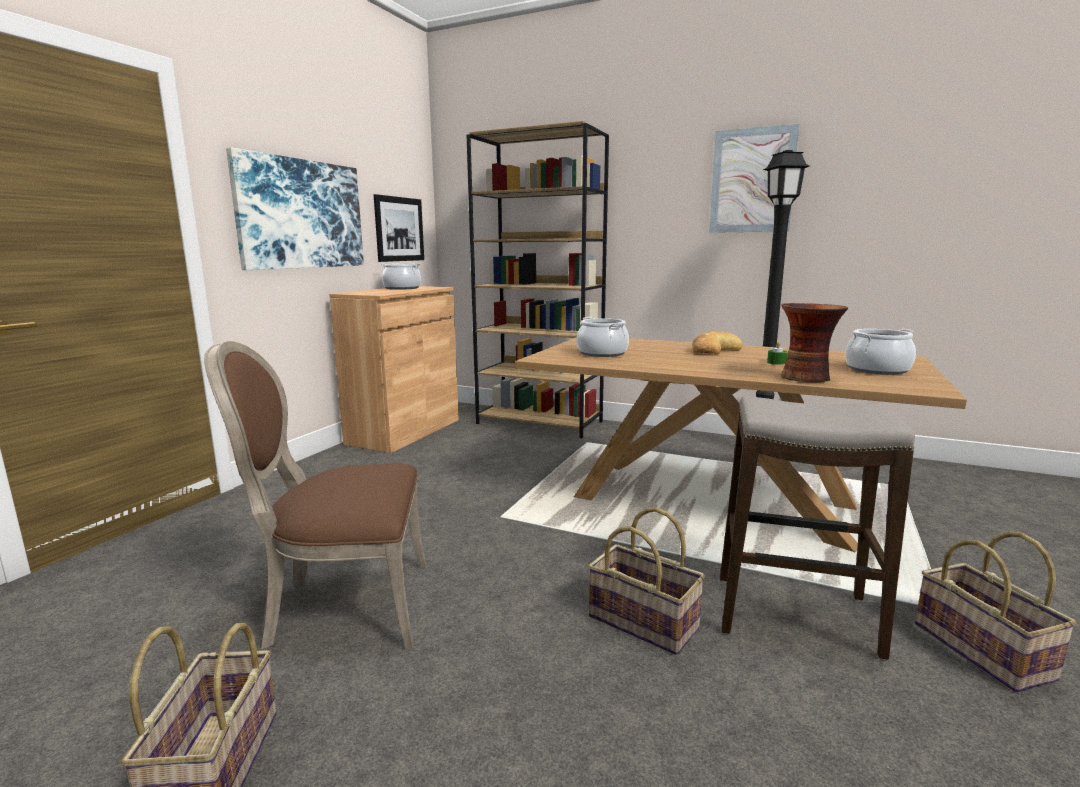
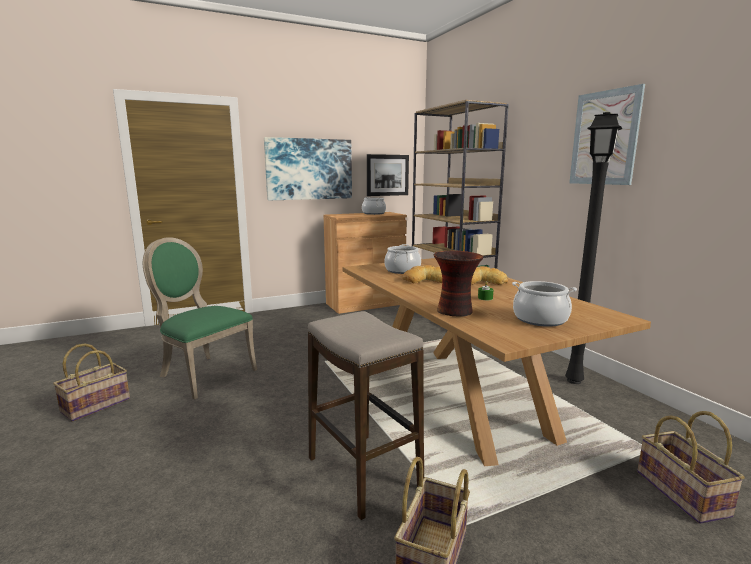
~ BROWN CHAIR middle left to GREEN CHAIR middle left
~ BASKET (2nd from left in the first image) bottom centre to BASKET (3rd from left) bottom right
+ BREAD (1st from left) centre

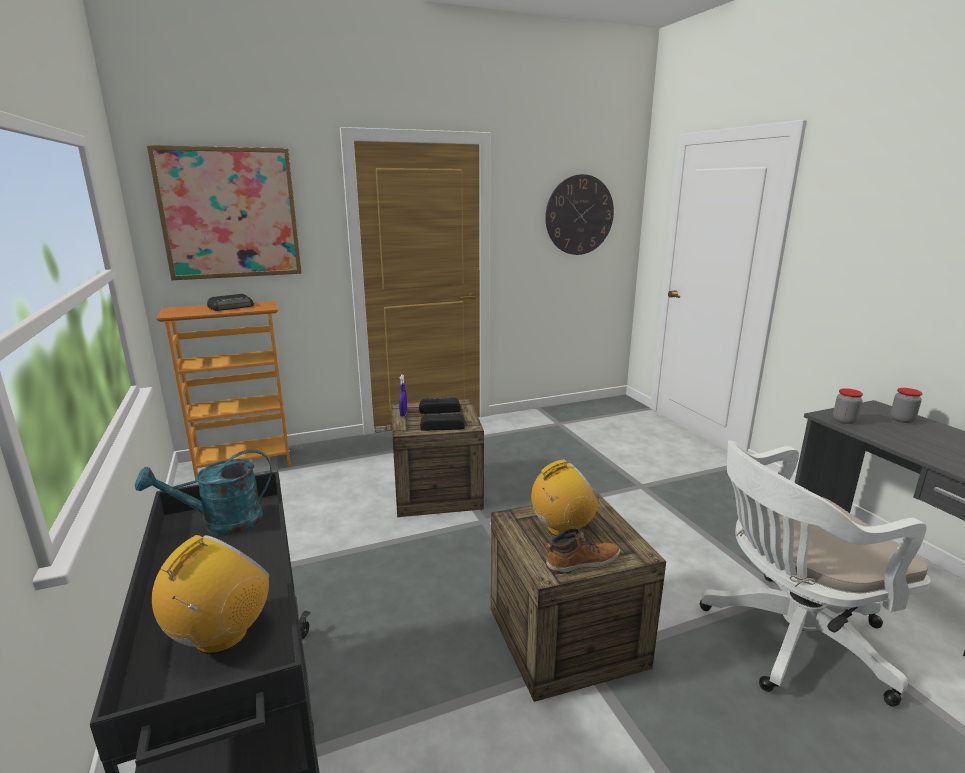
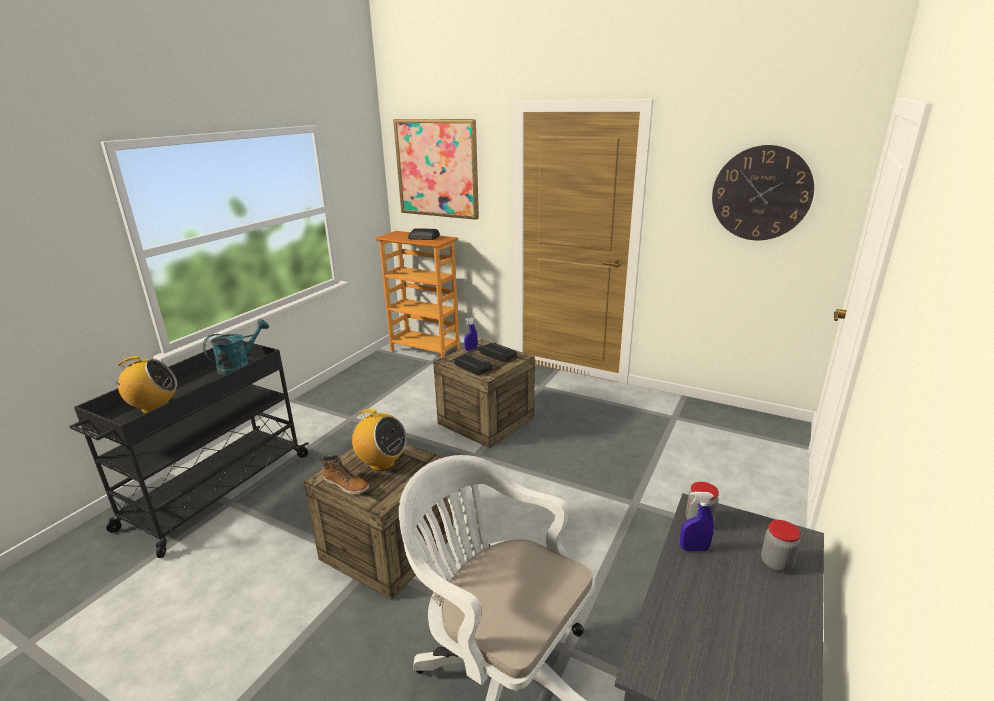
~ TURQUOISE WATERING CAN middle left = middle left 105 degrees clockwise
+ BLUE SPRAY BOTTLE (2nd from left) bottom right

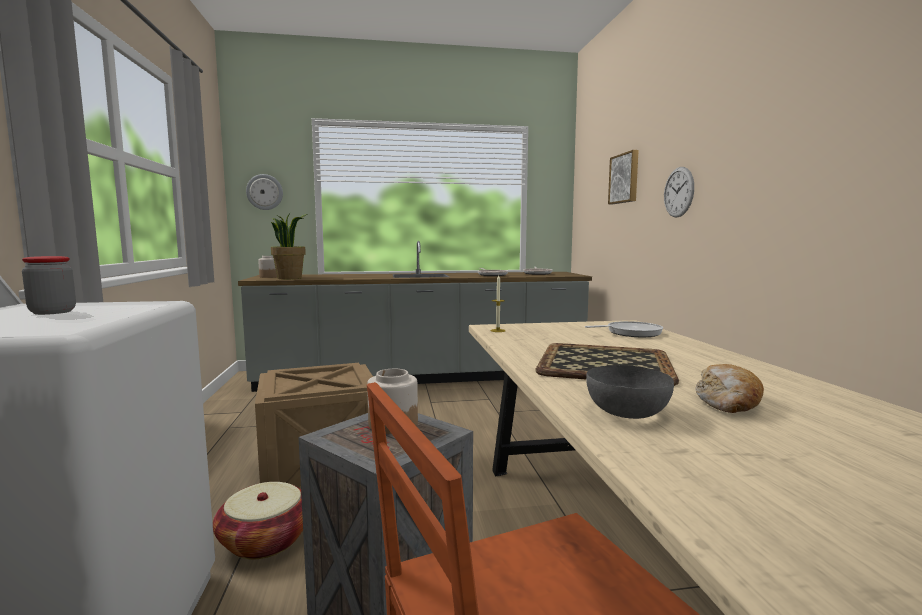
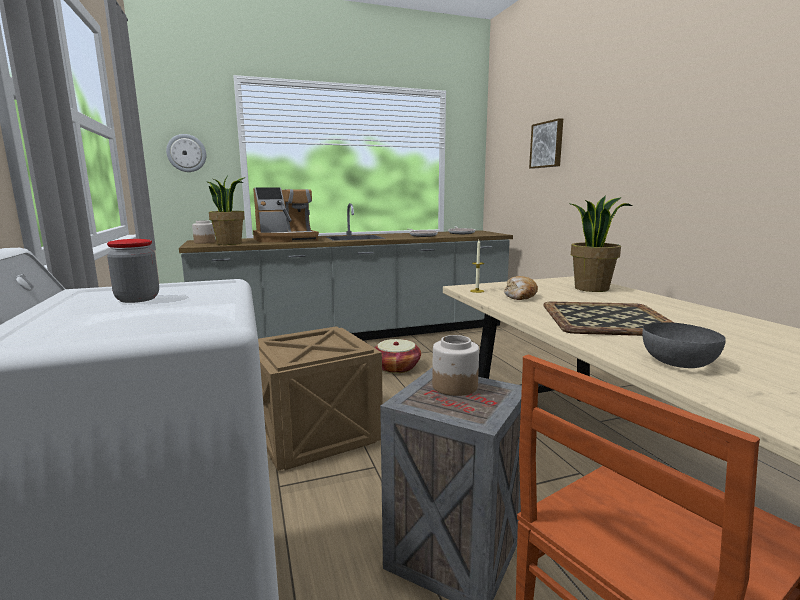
~ BASKET bottom left to centre
~ FRYING PAN (3rd from left) middle right to POTTED PLANT (2nd from left) middle right
- WALL CLOCK (2nd from left) top right
~ BREAD middle right to centre
+ COFFEE MACHINE centre

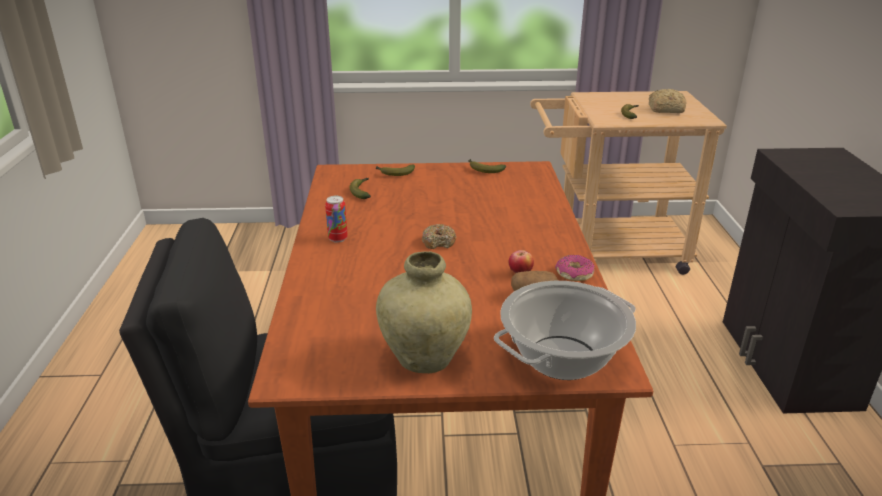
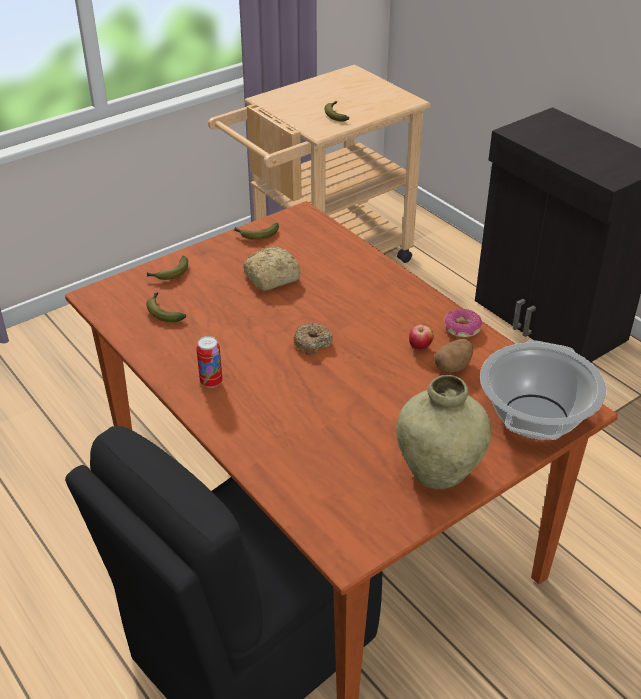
~ BREAD top right to centre

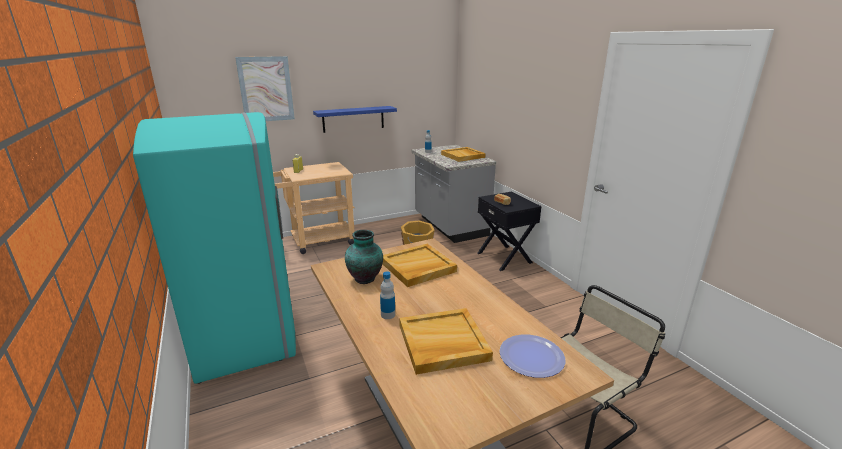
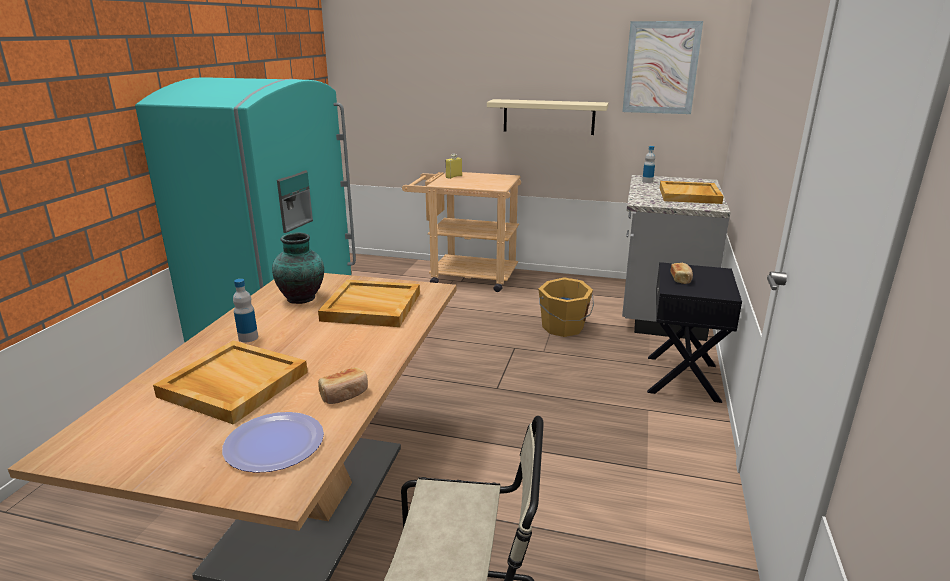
~ PICTURE top left to top right
~ BLUE SHELF top centre to BEIGE SHELF top centre
+ BREAD (1st from left) centre

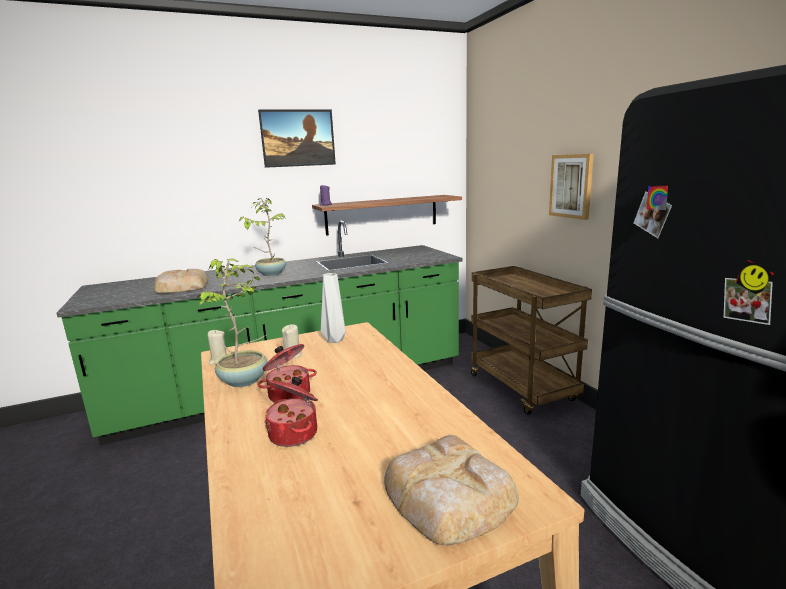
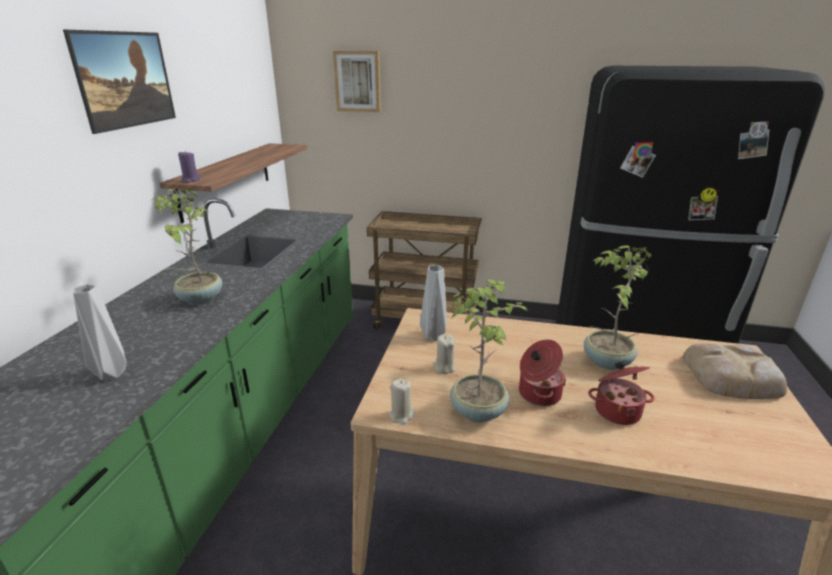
~ BREAD (1st from left) middle left to GREY VASE (1st from left) middle left
~ PICTURE (2nd from left) top right to top centre
+ POTTED PLANT (3rd from left) middle right

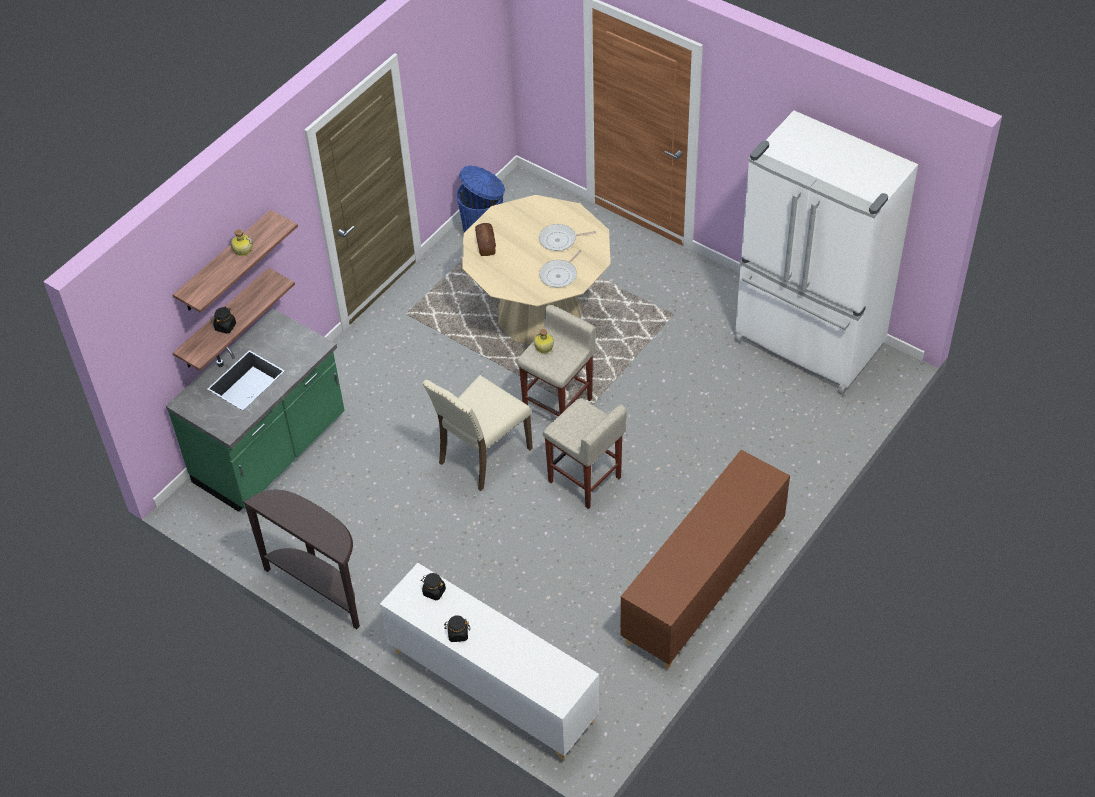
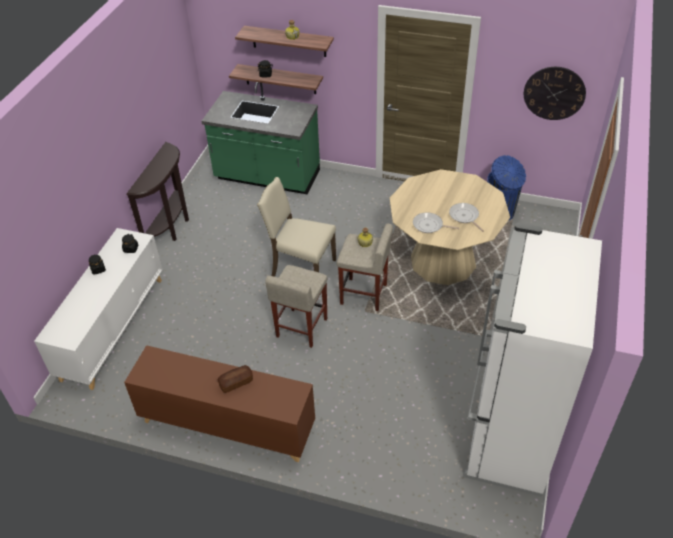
~ BREAD top centre to bottom centre
+ WALL CLOCK top right

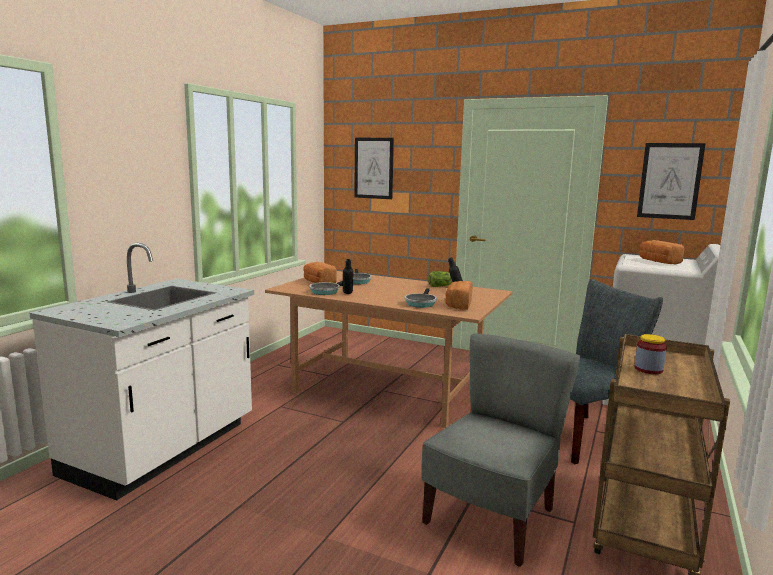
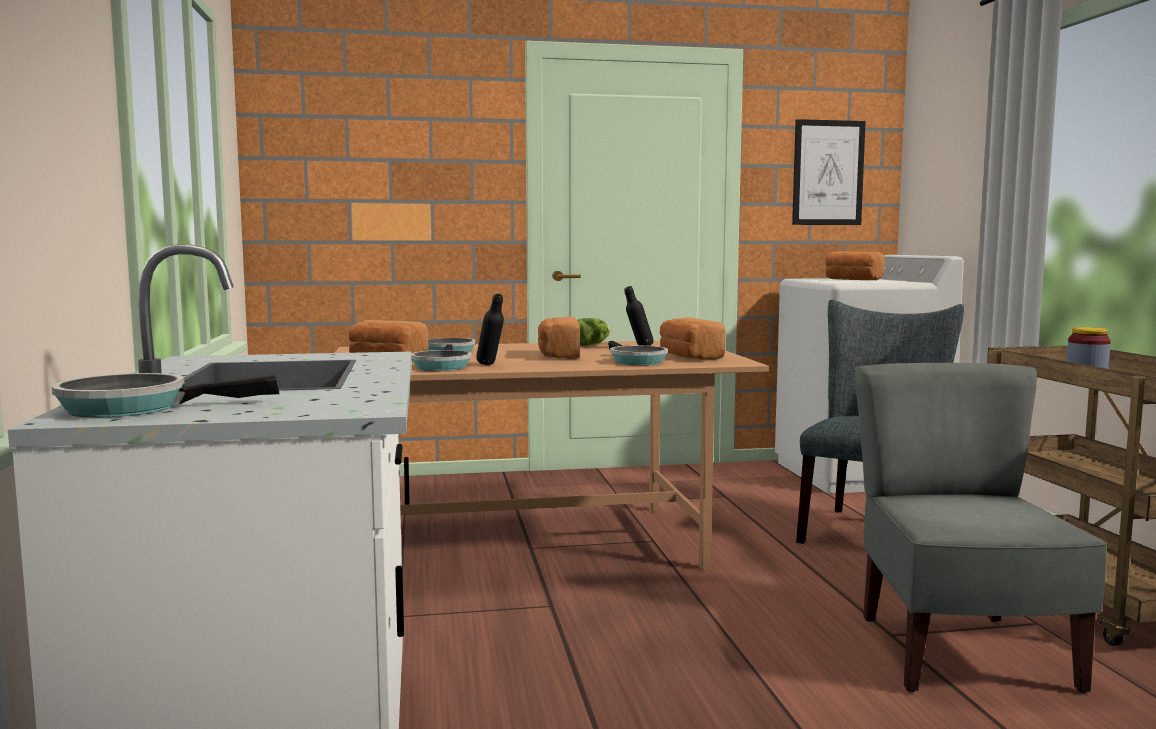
- PICTURE (1st from left) top centre
+ FRYING PAN (1st from left) middle left
+ BREAD (2nd from left) centre

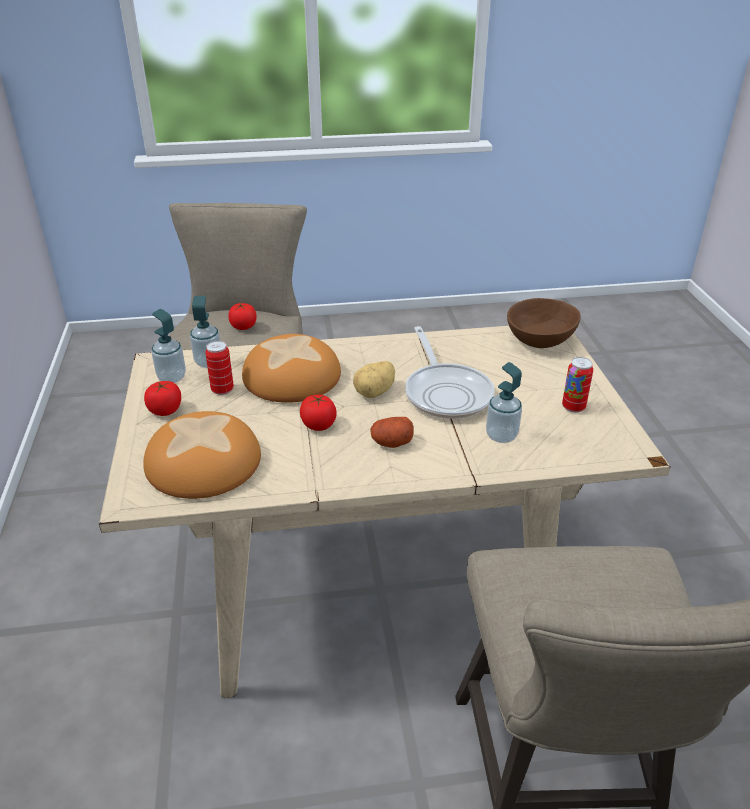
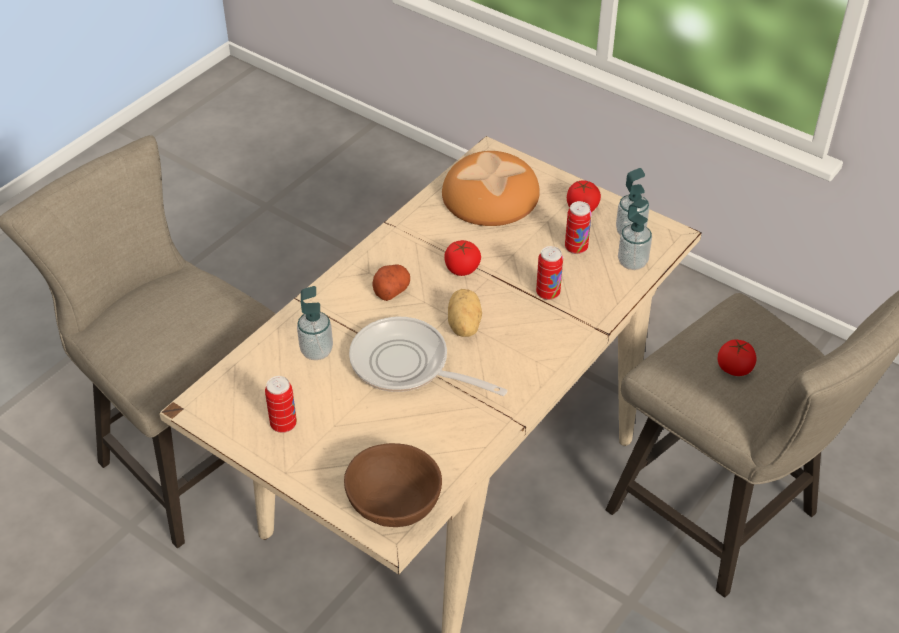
~ BREAD (2nd from left) centre to CAN (2nd from left) centre

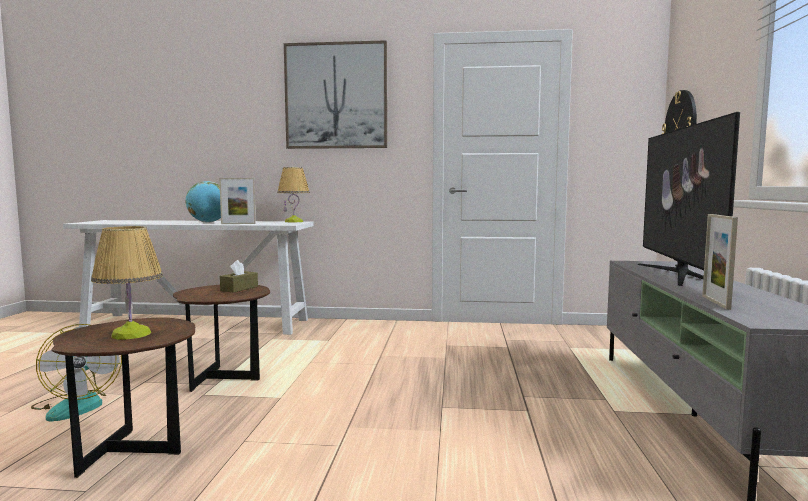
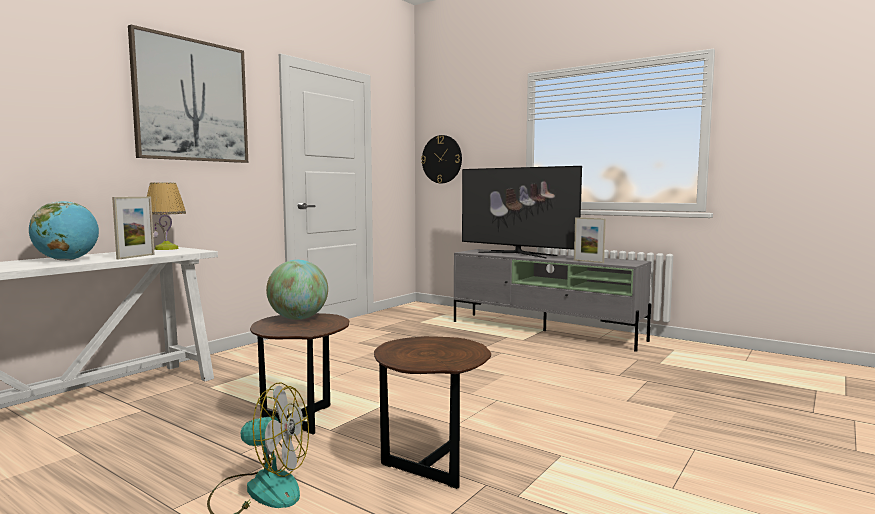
- TABLE LAMP (1st from left) middle left
~ BROWN TISSUE BOX middle left to GLOBE (2nd from left) centre

